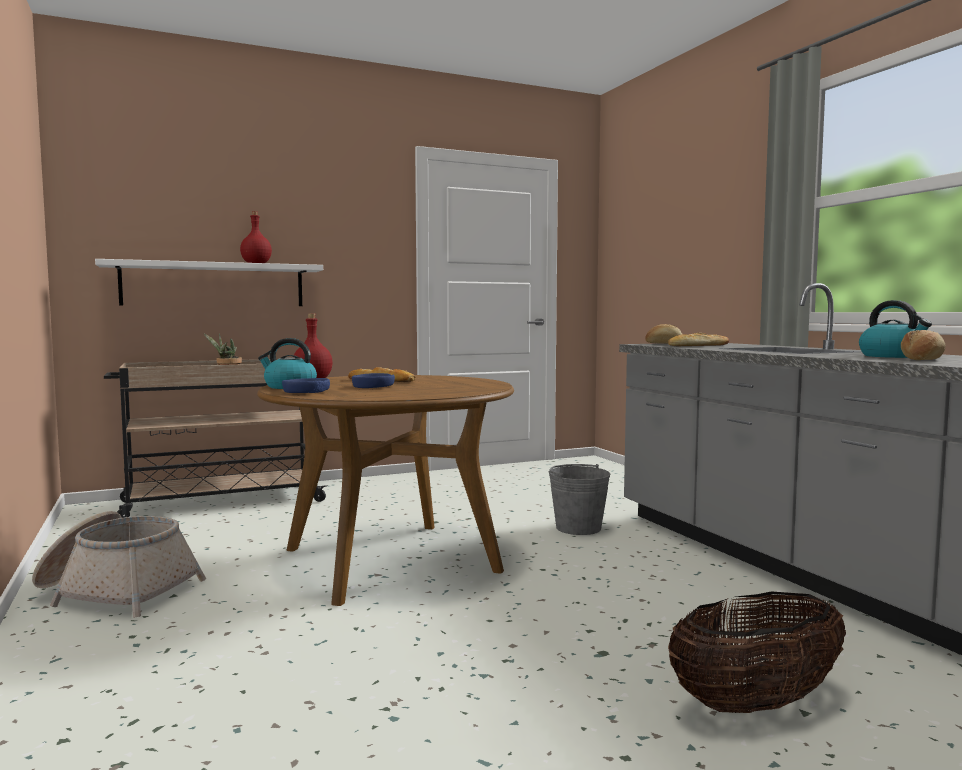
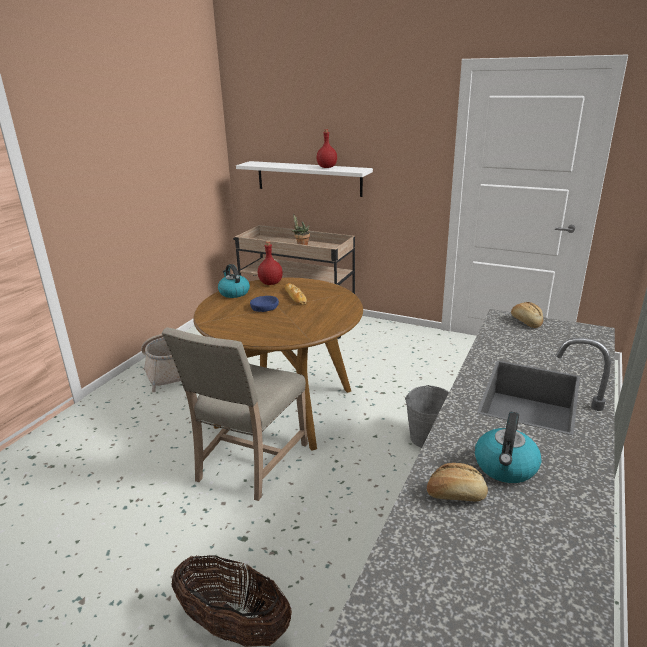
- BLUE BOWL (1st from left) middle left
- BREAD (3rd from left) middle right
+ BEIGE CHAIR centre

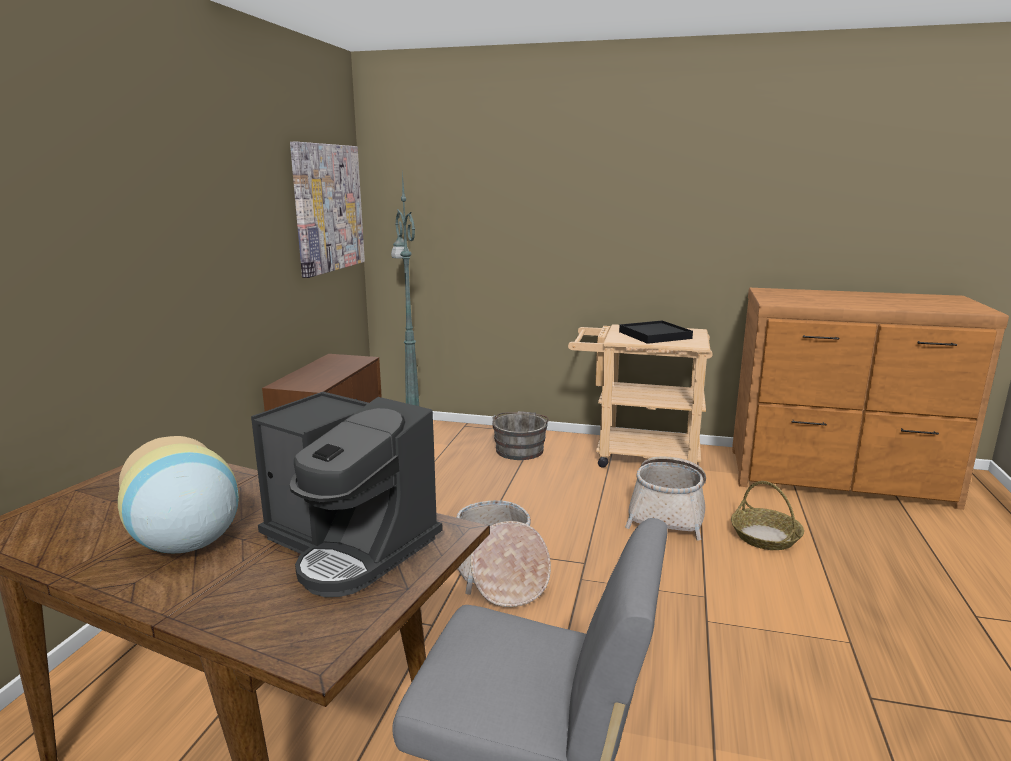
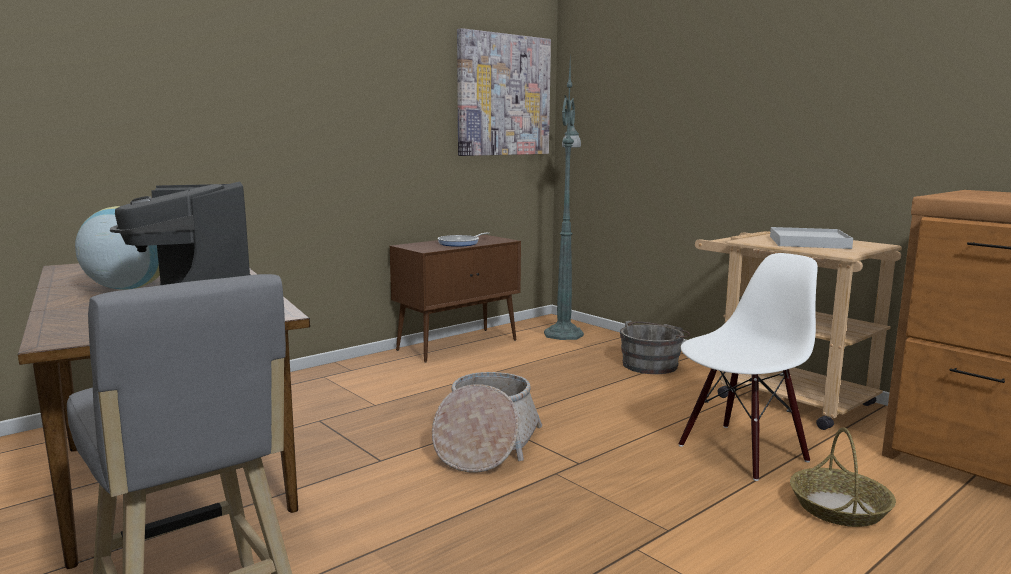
~ BLACK TRAY centre to WHITE TRAY middle right
~ BASKET (2nd from left) centre to WHITE CHAIR middle right
+ FRYING PAN centre

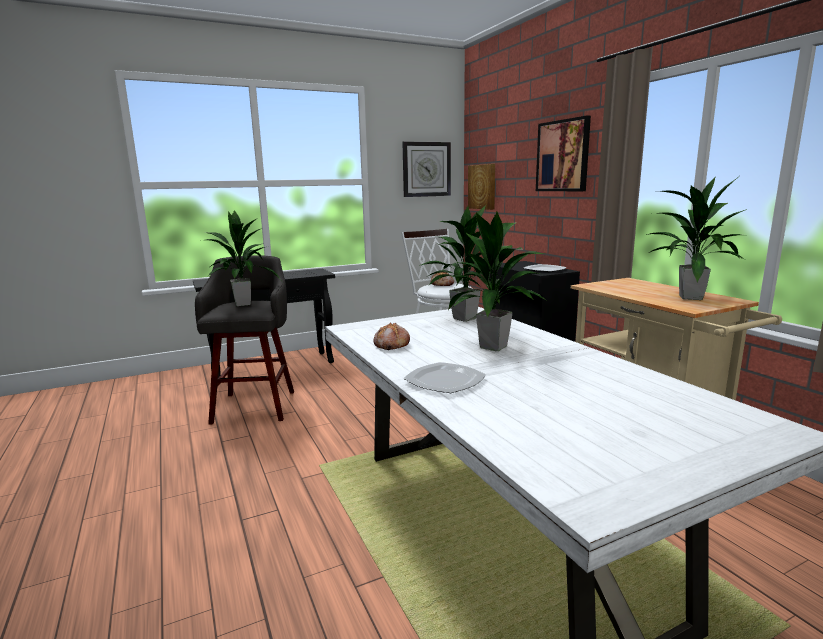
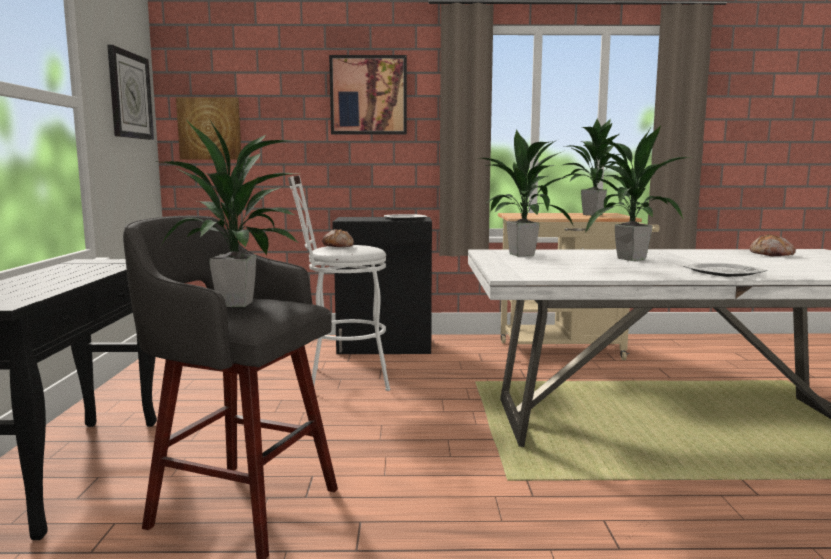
~ BREAD (1st from left in the first image) centre to BREAD (2nd from left) middle right

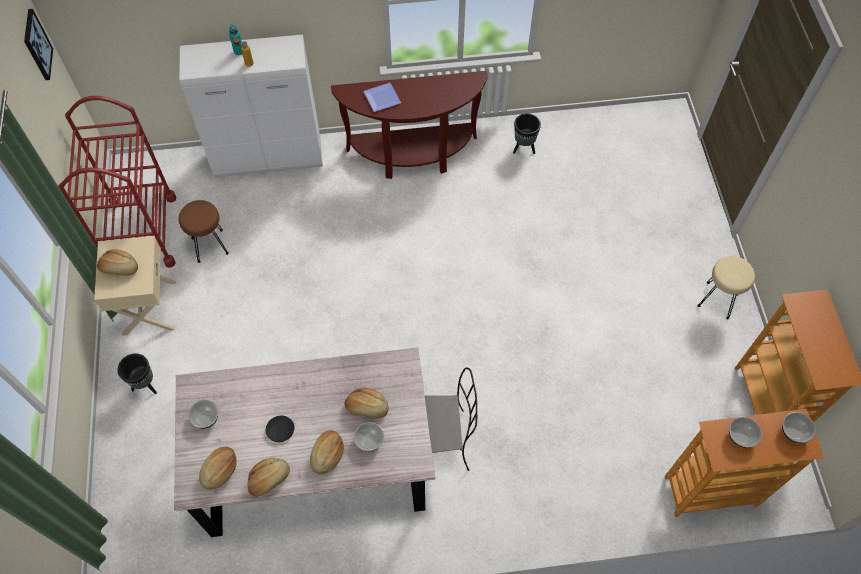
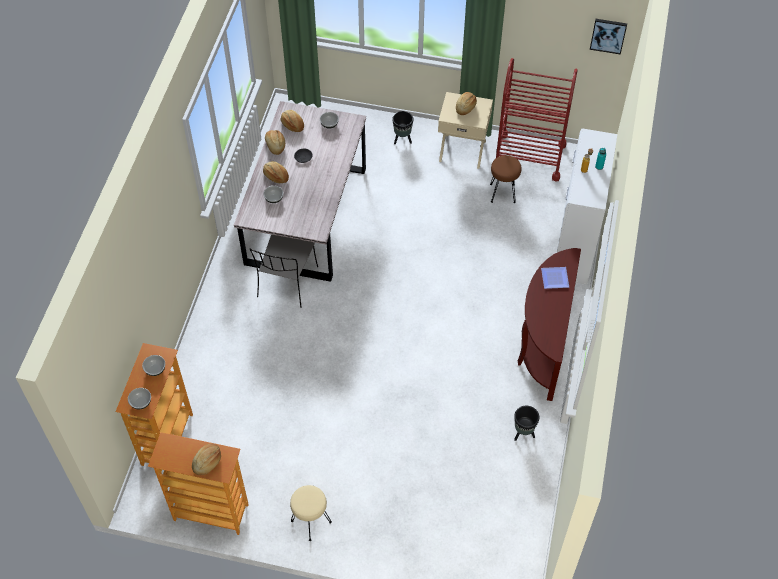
~ BREAD (5th from left in the first image) bottom centre to BREAD (1st from left) bottom left

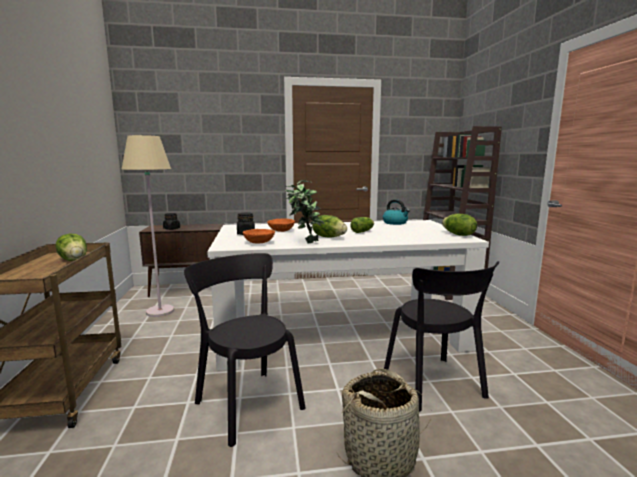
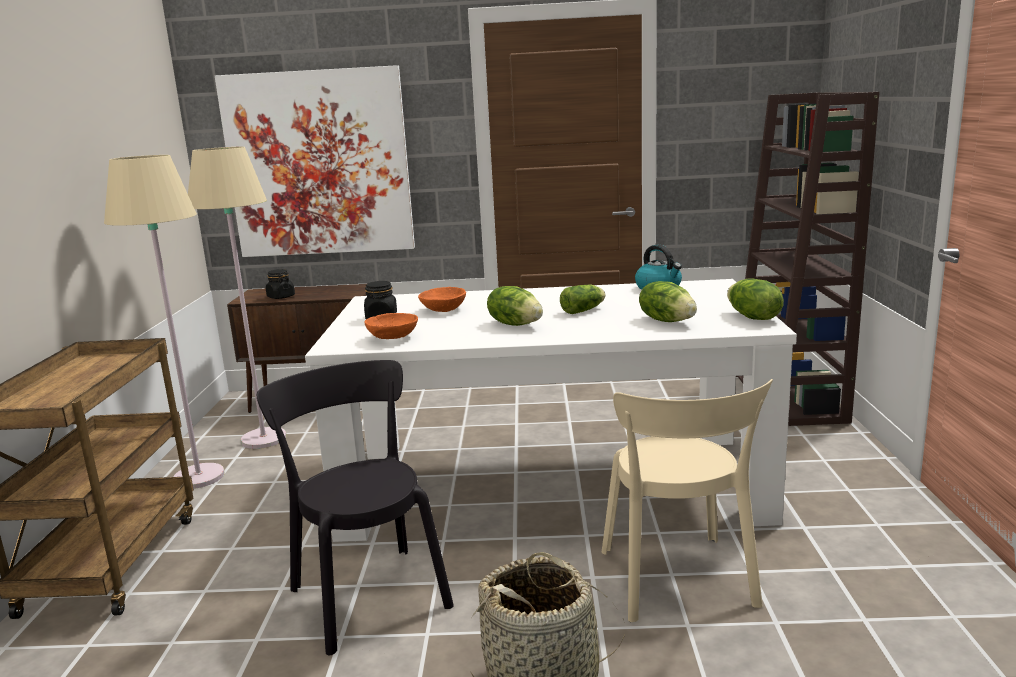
~ LETTUCE (1st from left in the first image) middle left to LETTUCE (3rd from left) centre
- POTTED PLANT centre
~ BLACK CHAIR (2nd from left) bottom right to BEIGE CHAIR bottom right
+ BEIGE FLOOR LAMP (1st from left) middle left
+ PICTURE top left

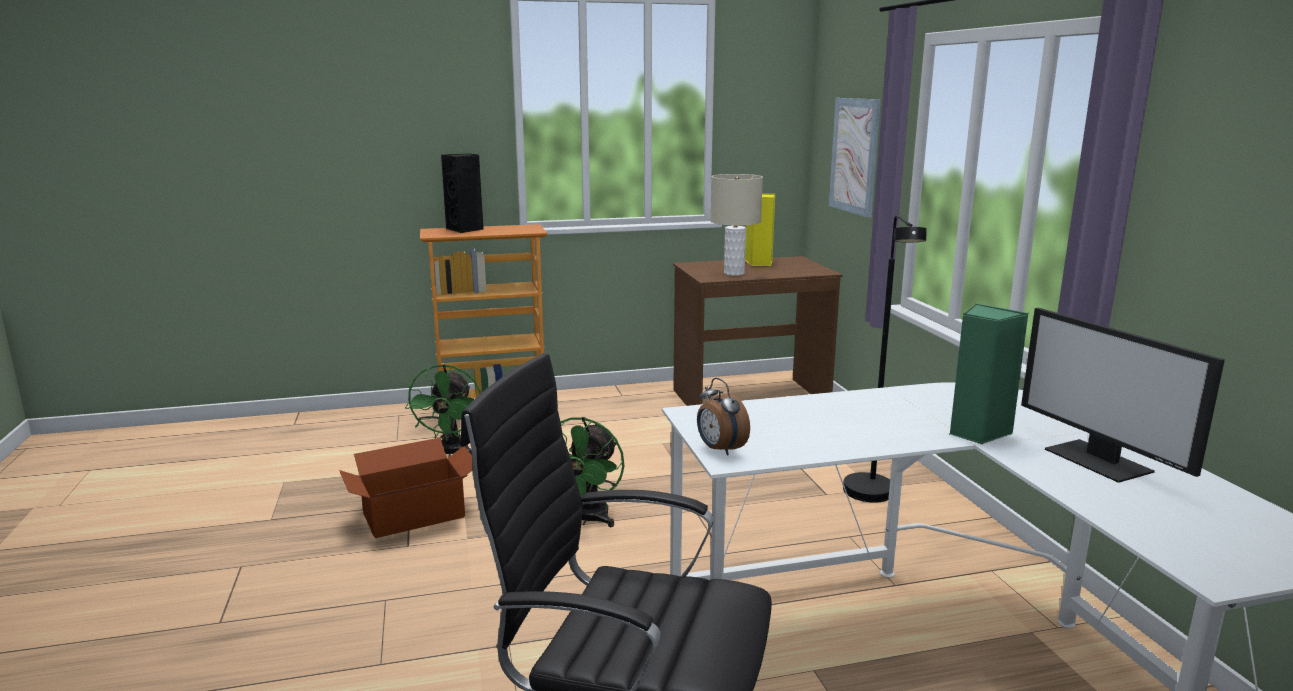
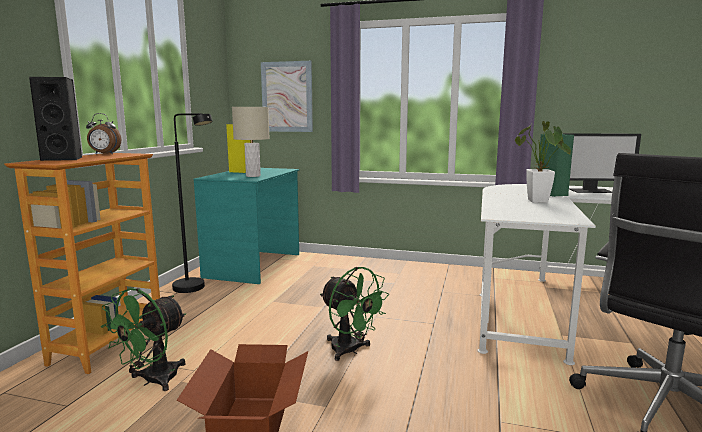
~ GREEN FAN (1st from left) centre = bottom left 90 degrees clockwise
~ BROWN DESK centre to TURQUOISE DESK centre
~ ALARM CLOCK centre to top left
~ BLACK FLOOR LAMP middle right to middle left
+ POTTED PLANT middle right

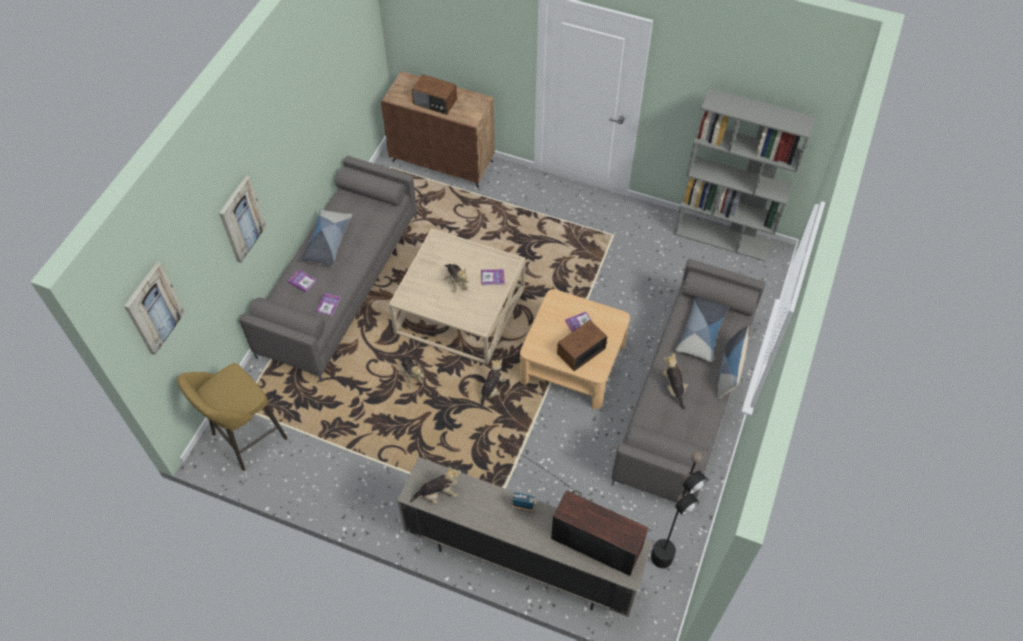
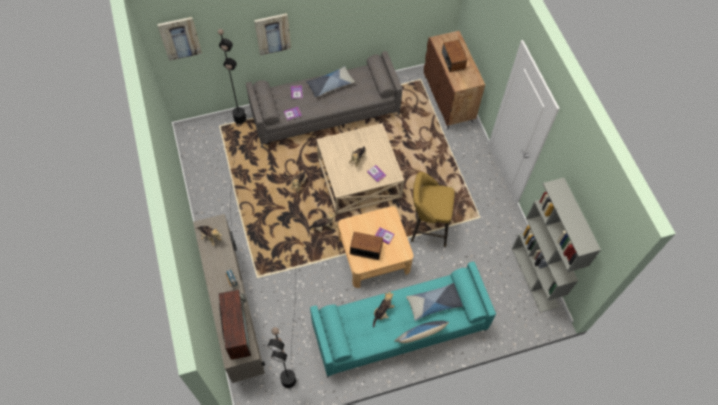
~ YELLOW STOOL middle left to centre
~ GREY SOFA (2nd from left) middle right to TURQUOISE SOFA bottom centre
+ BLACK FLOOR LAMP (1st from left) top left

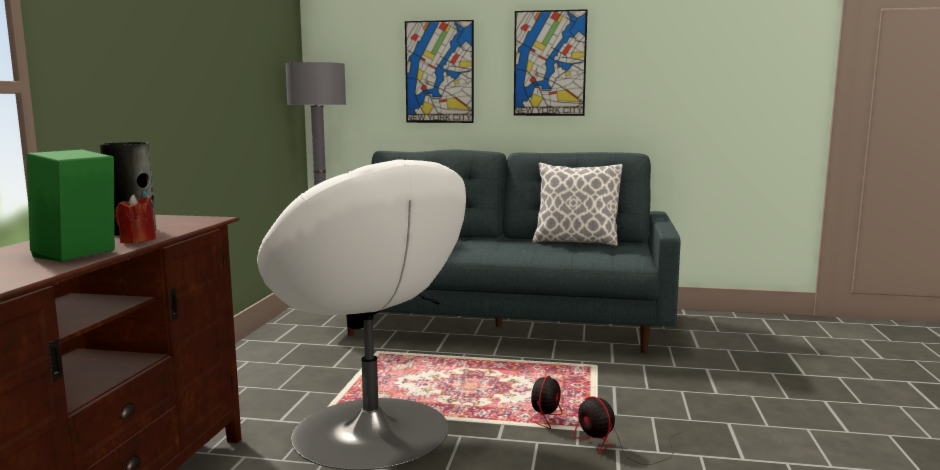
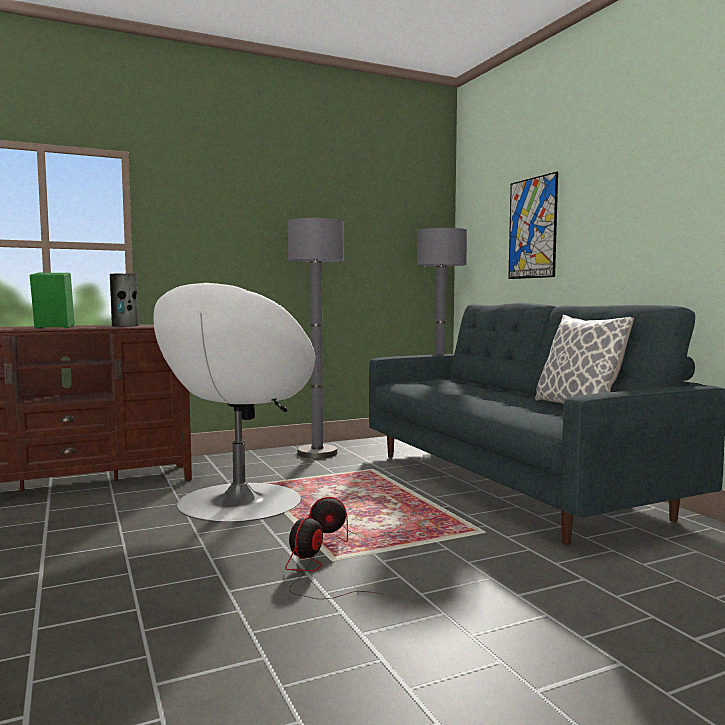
- RED CANDLE middle left
- PICTURE (2nd from left) top centre
+ GREY FLOOR LAMP (1st from left) centre

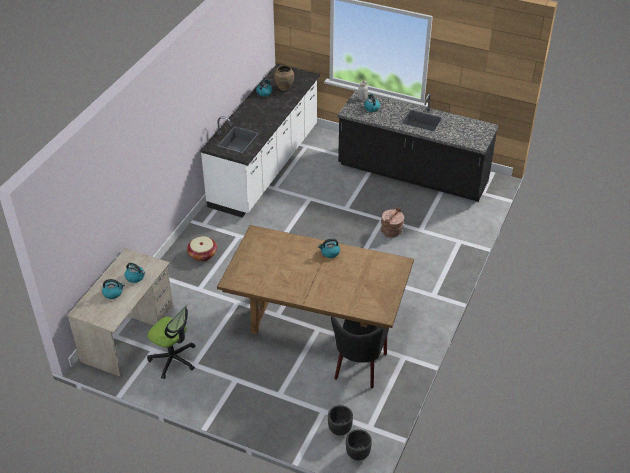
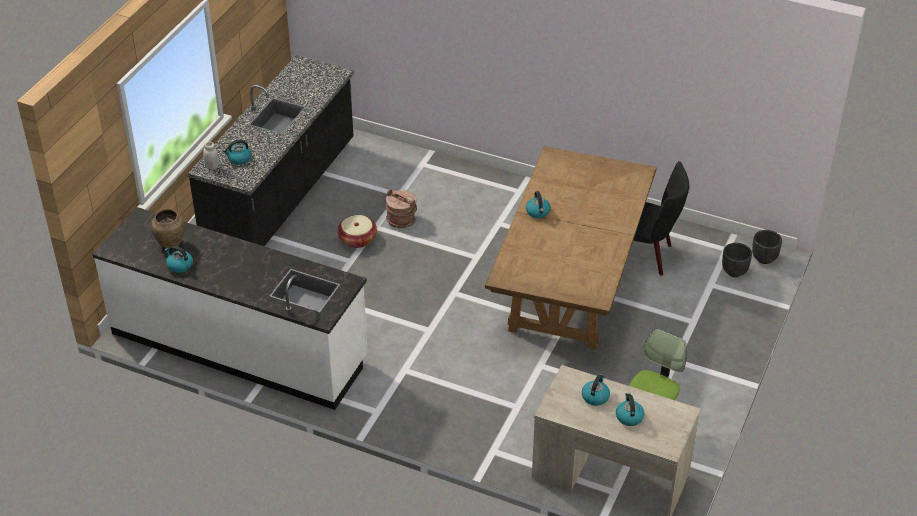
~ BASKET middle left to centre

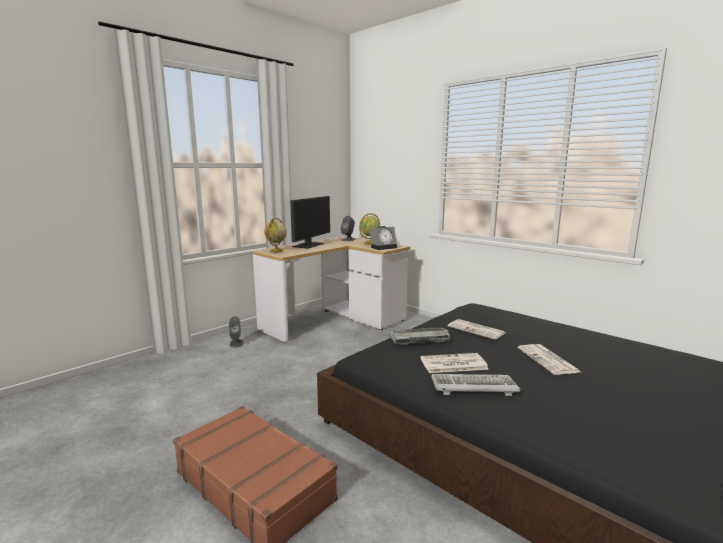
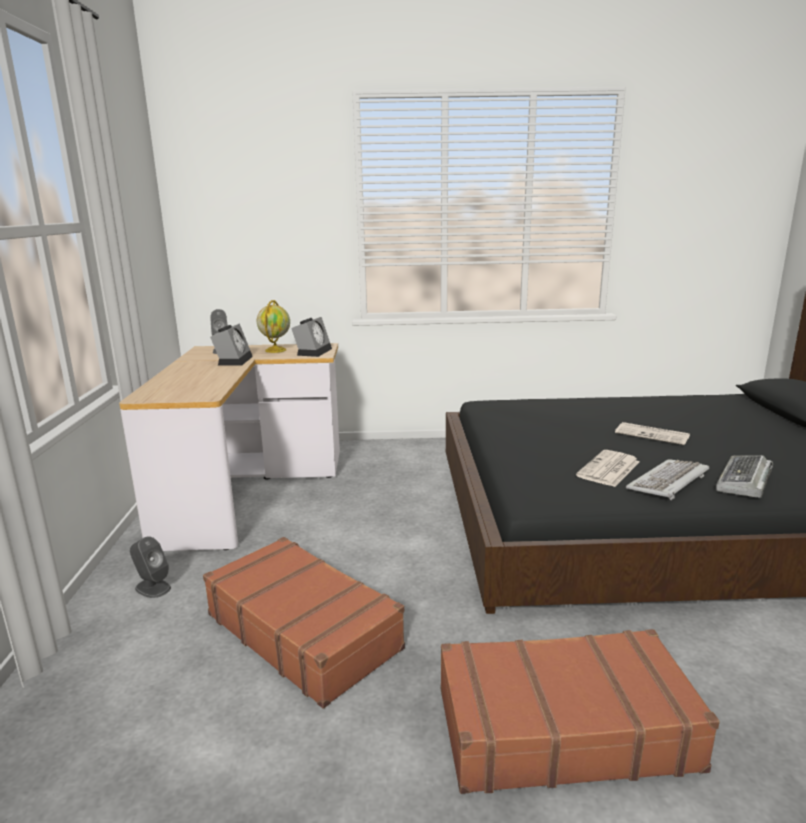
- GLOBE (1st from left) centre
- MONITOR centre
~ KEYBOARD (1st from left in the first image) centre to KEYBOARD (2nd from left) middle right
- NEWSPAPER (2nd from left) centre
+ BROWN SUITCASE (1st from left) bottom centre
+ ALARM CLOCK (1st from left) middle left

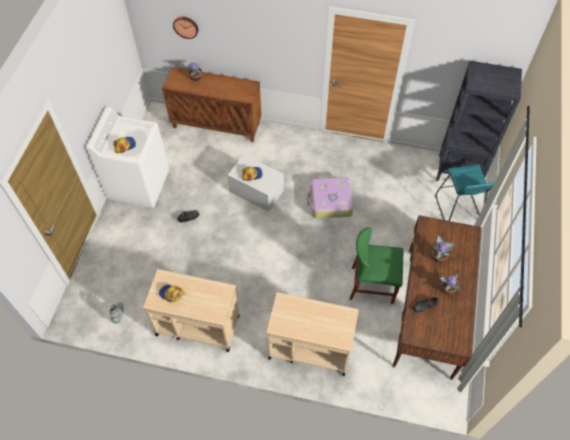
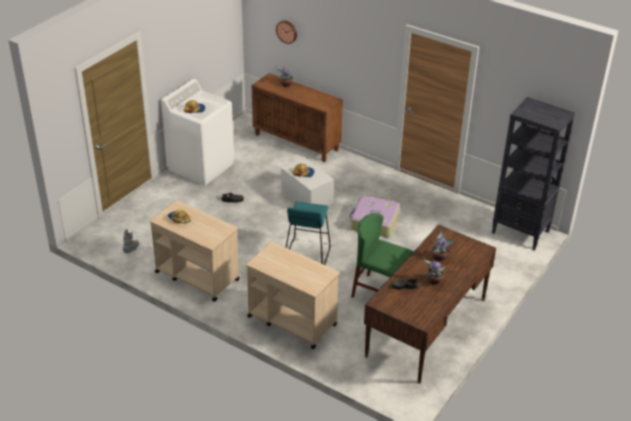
~ TURQUOISE STOOL middle right to centre

